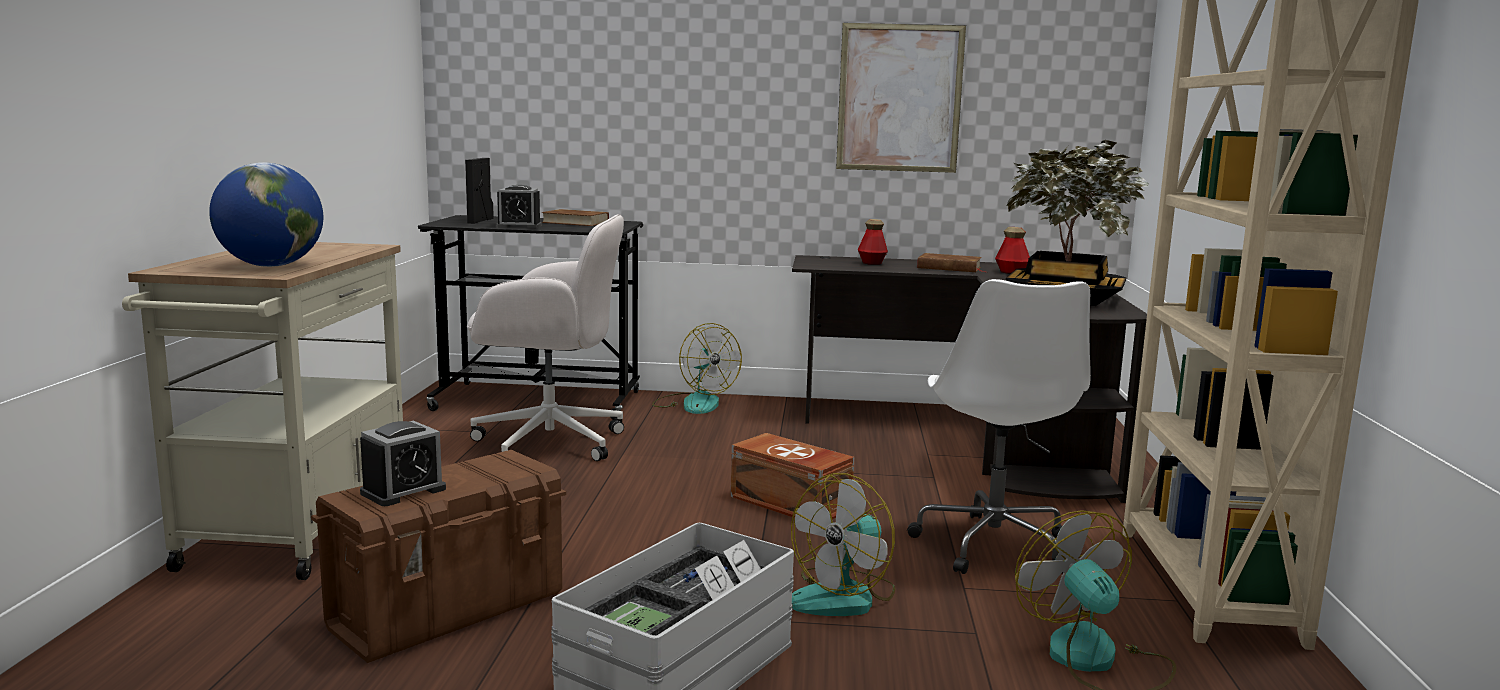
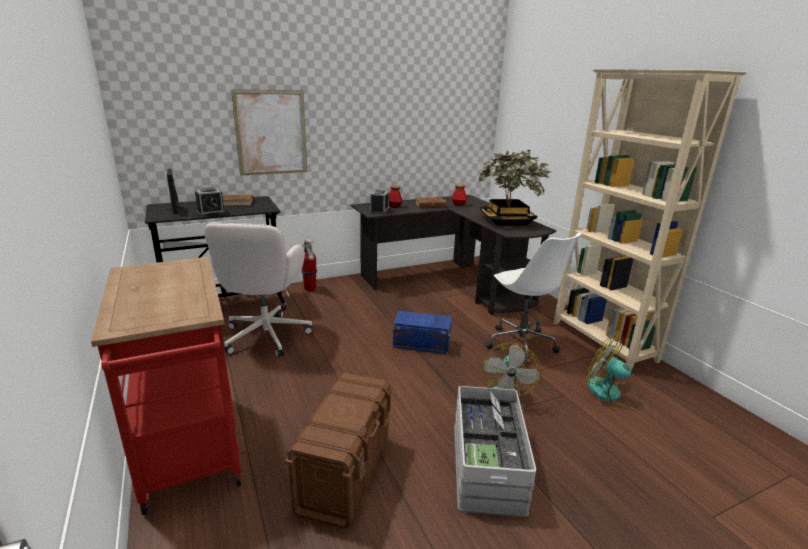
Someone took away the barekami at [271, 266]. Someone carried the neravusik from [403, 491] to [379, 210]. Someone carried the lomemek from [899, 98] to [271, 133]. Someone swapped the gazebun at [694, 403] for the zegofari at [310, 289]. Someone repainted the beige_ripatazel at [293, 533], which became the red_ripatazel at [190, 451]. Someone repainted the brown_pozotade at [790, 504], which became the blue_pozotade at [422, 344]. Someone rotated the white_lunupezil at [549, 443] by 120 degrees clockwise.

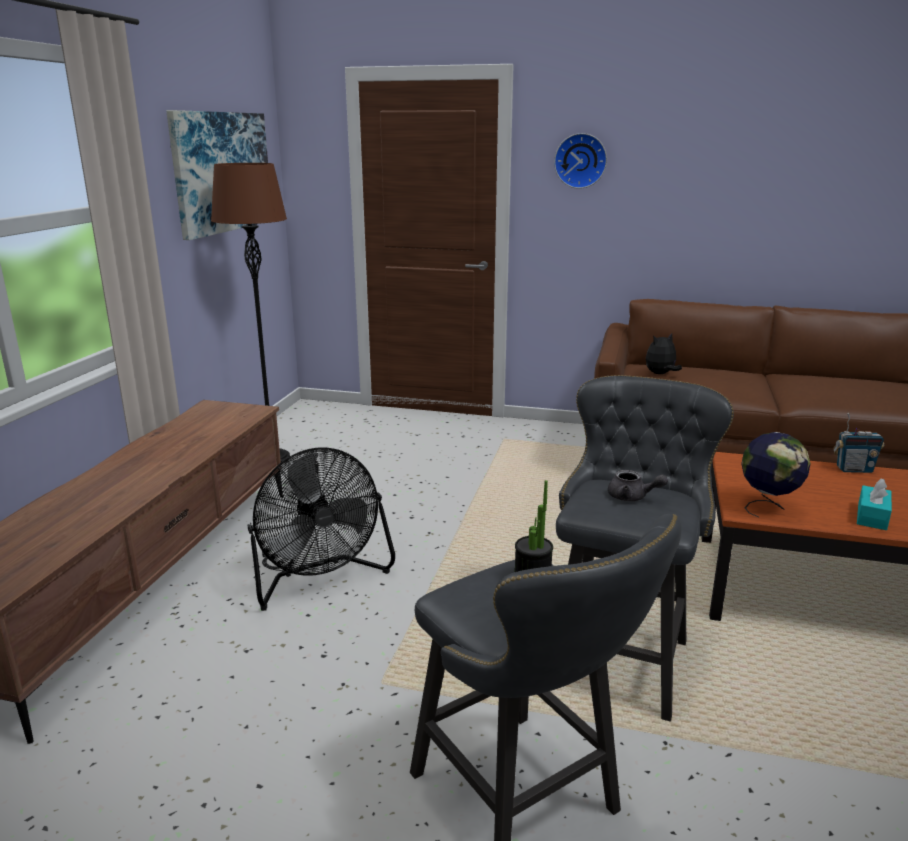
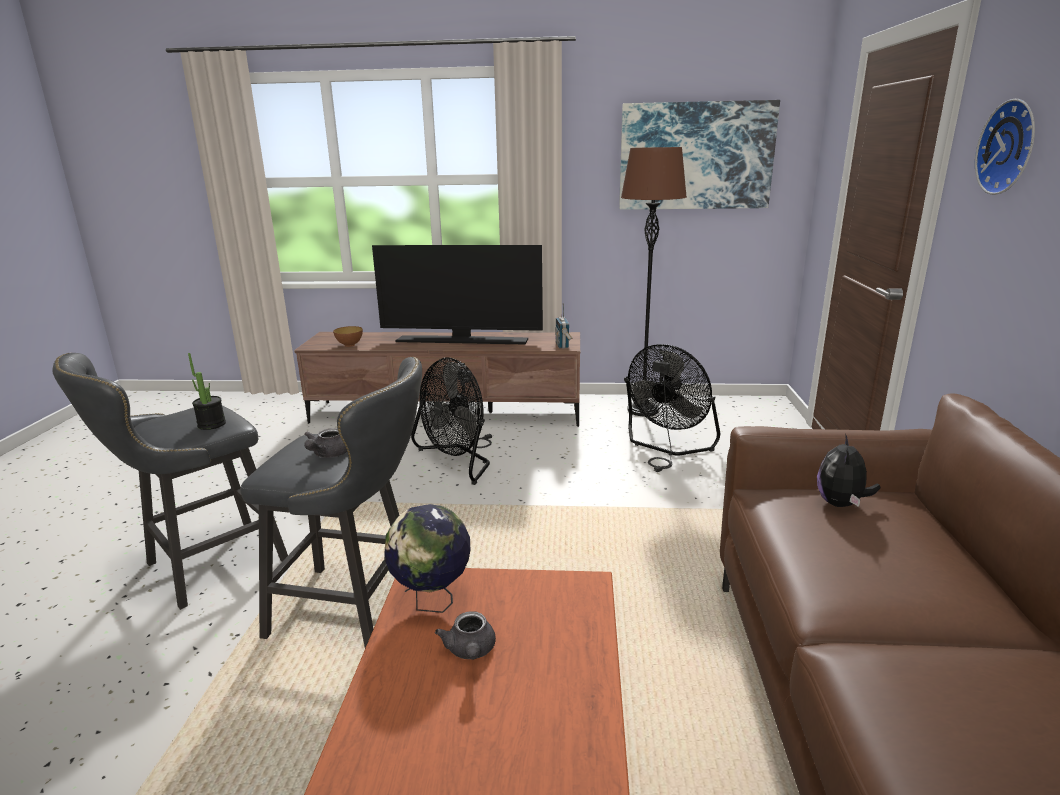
Someone took away the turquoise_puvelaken at [872, 516]. Someone put down the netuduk at [349, 345]. Someone put down the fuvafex at [463, 340]. Someone put down the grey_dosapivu at [470, 651]. Someone put down the black_gazebun at [663, 446]. Someone carried the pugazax from [854, 469] to [562, 346]. Someone rotated the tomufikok at [660, 374] by 120 degrees counterclockwise.

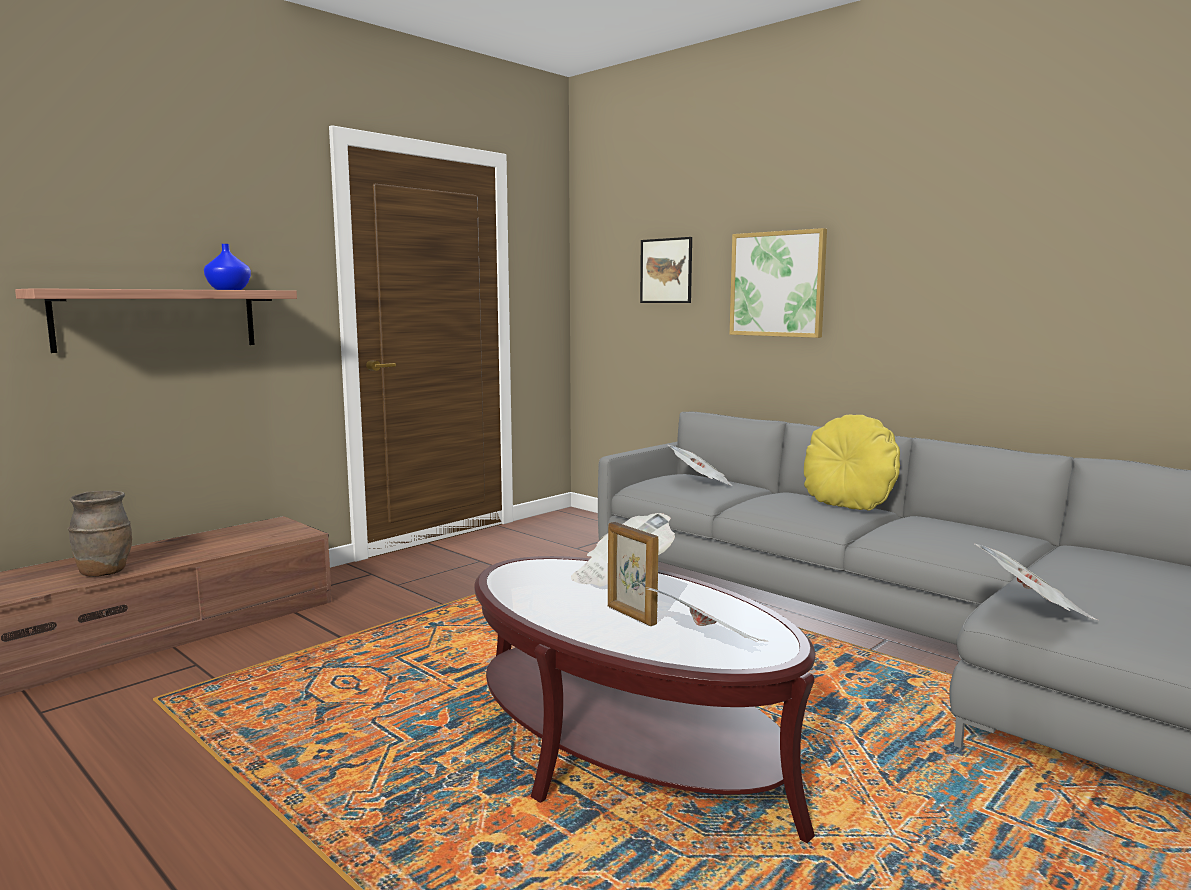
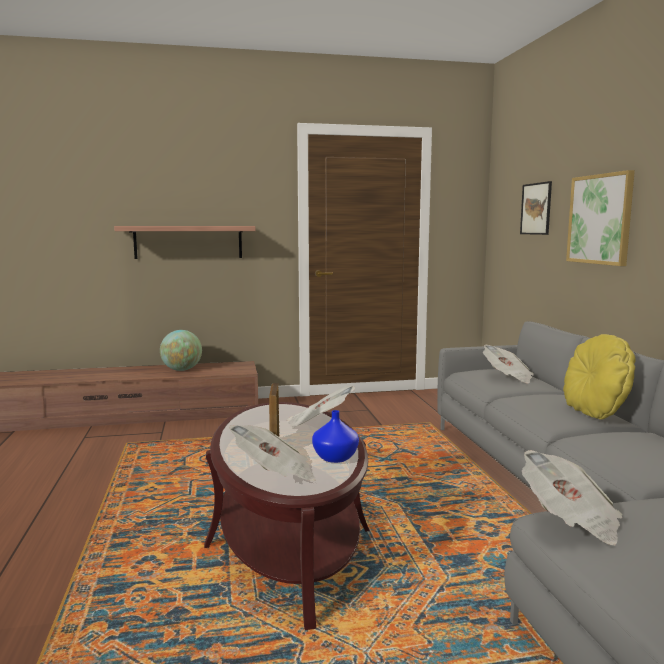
Someone took away the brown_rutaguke at [104, 572]. Someone put down the barekami at [181, 370]. Someone carried the blue_rutaguke from [228, 289] to [335, 457].

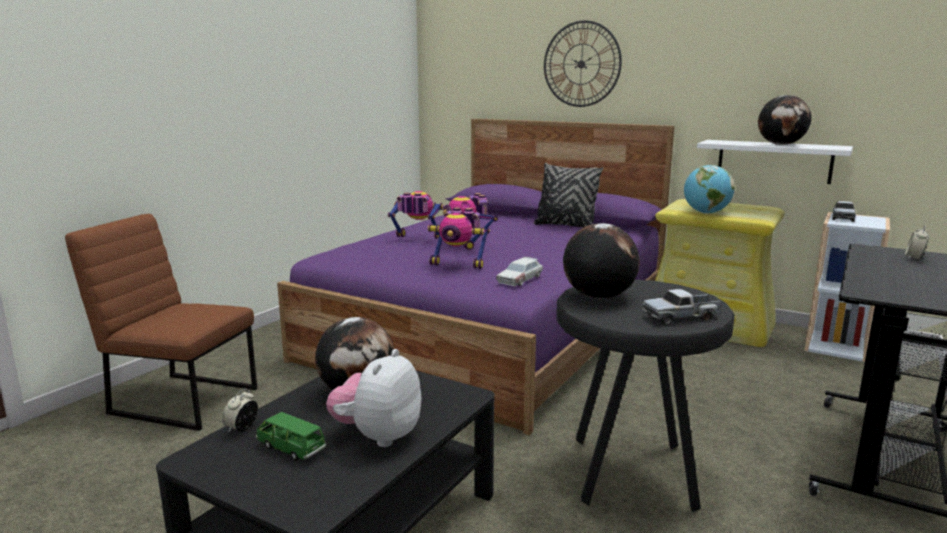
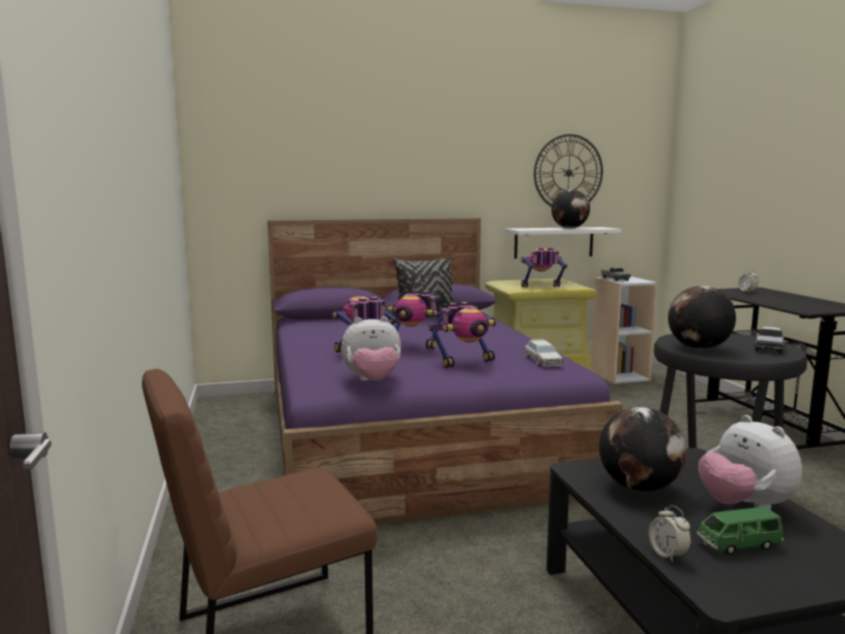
Someone put down the tomufikok at [373, 381]. Someone carried the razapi from [581, 64] to [568, 173]. Someone swapped the barekami at [706, 213] for the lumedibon at [541, 287].

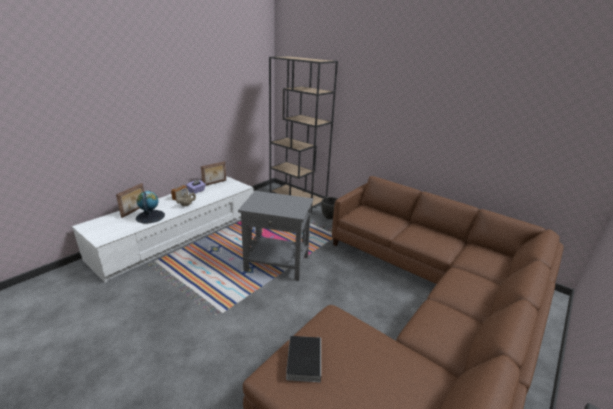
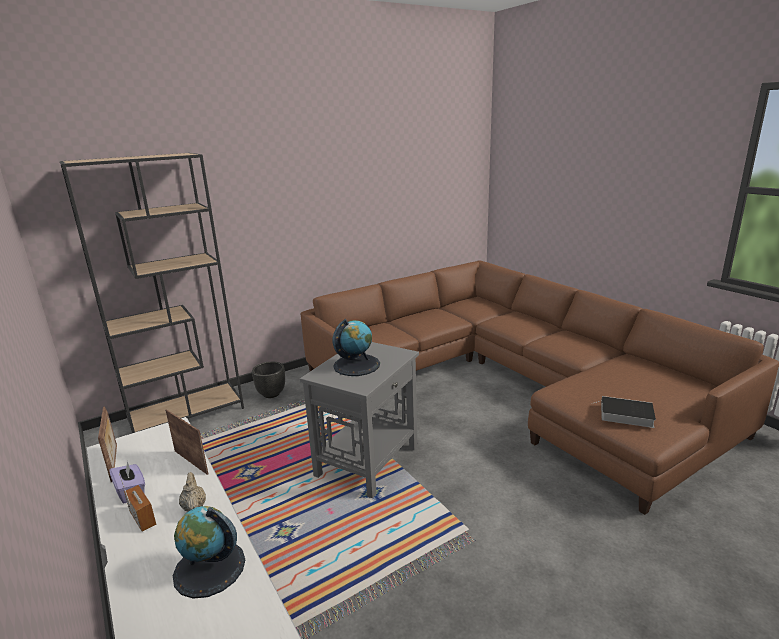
Someone put down the barekami at [356, 365]. Someone carried the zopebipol from [134, 211] to [192, 461].

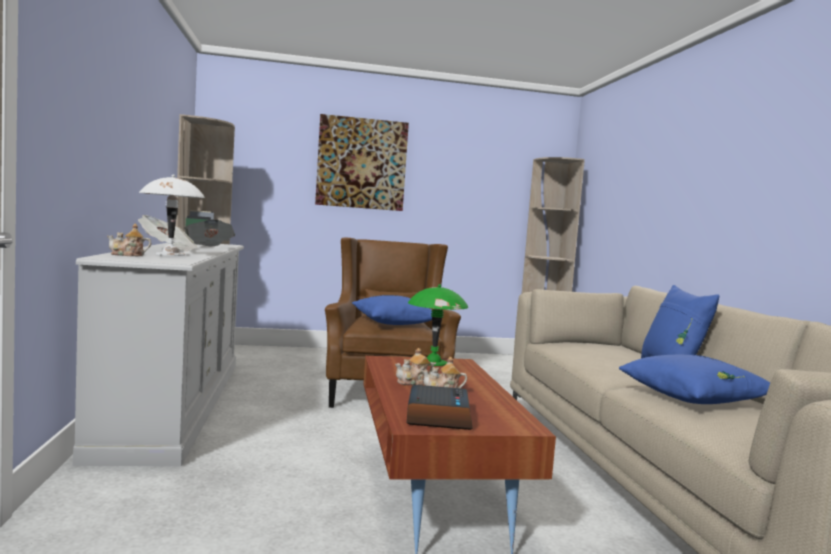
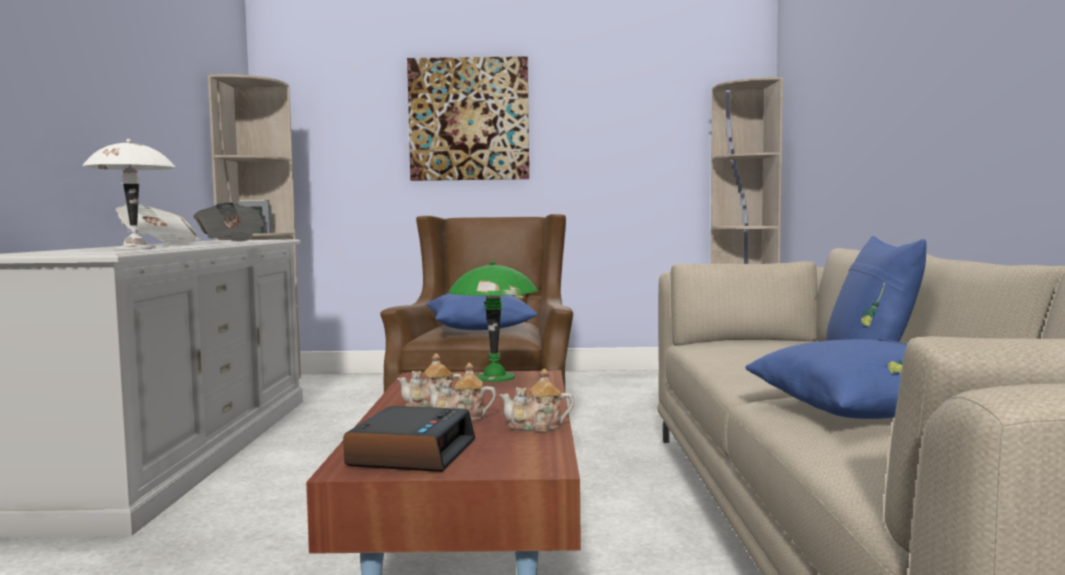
Someone carried the dosapivu from [128, 255] to [536, 427].

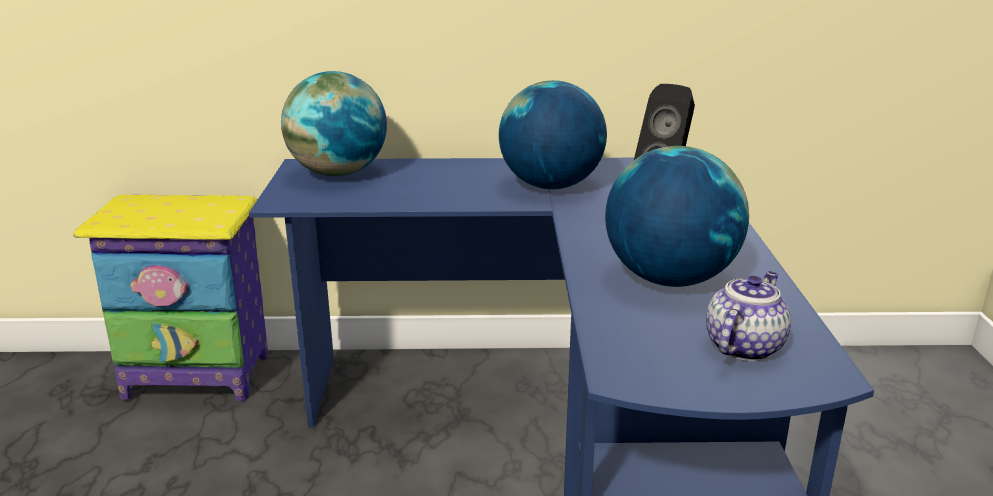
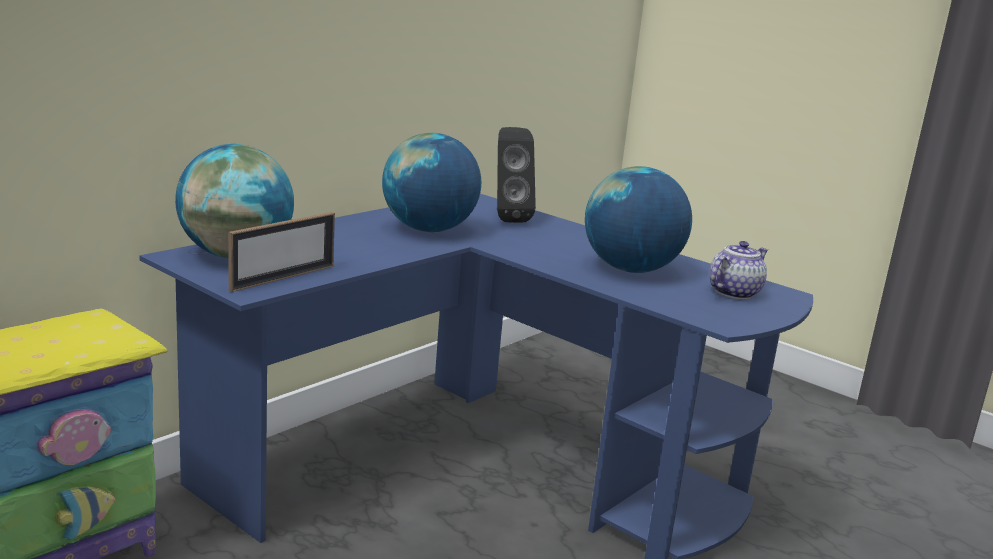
Someone put down the zopebipol at [283, 278]. Someone rotated the dosapivu at [743, 346] by 60 degrees clockwise.

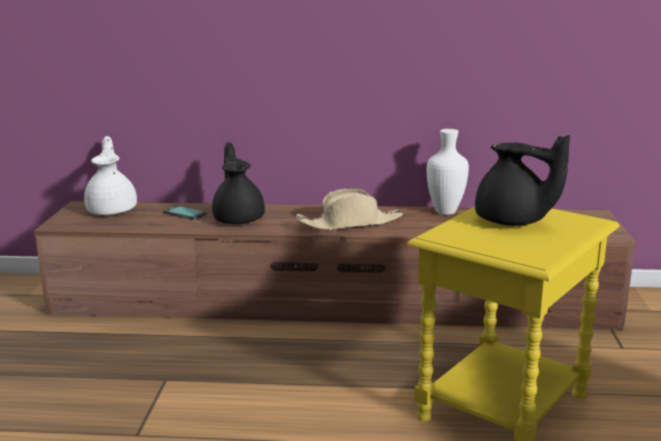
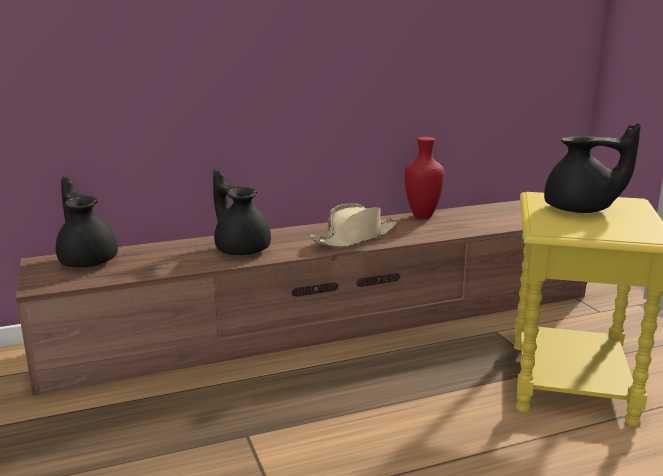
Someone took away the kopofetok at [184, 214]. Someone repainted the white_dosapivu at [113, 210], which became the black_dosapivu at [88, 260]. Someone repainted the white_rutaguke at [444, 212], which became the red_rutaguke at [421, 216].

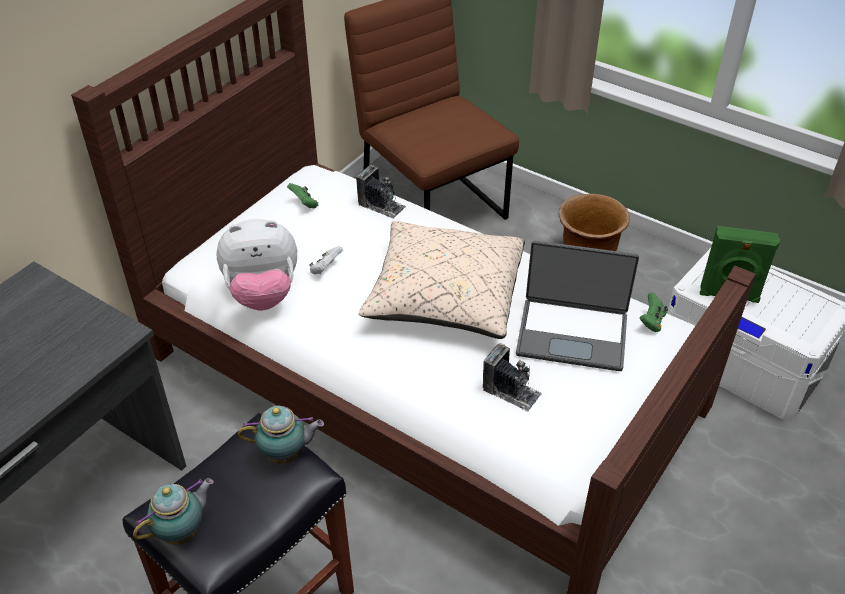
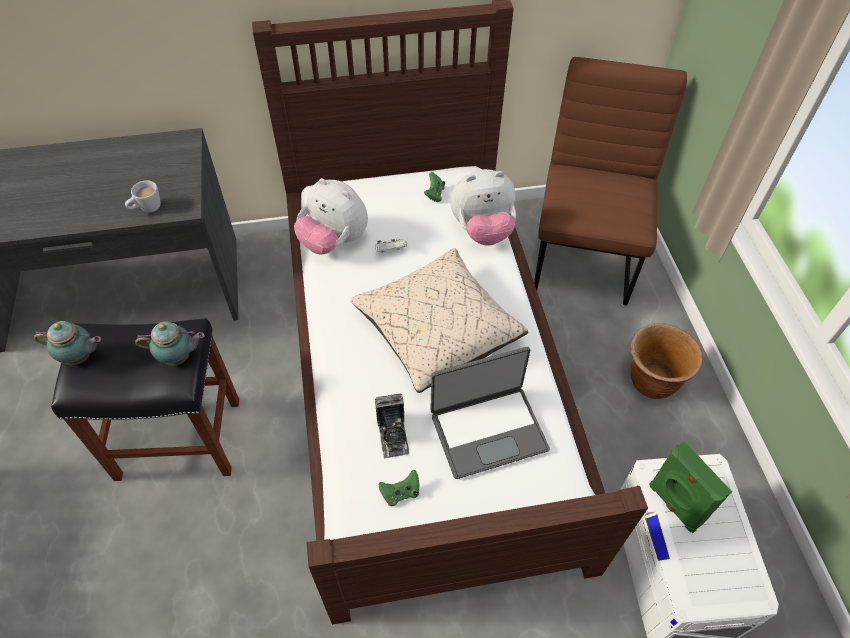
Someone put down the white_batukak at [146, 209]. Someone carried the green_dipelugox from [652, 321] to [400, 493]. Someone swapped the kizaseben at [381, 205] for the tomufikok at [482, 230]. Someone rotated the dosapivu at [286, 454] by 45 degrees counterclockwise. Someone rotated the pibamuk at [572, 333] by 75 degrees counterclockwise.

